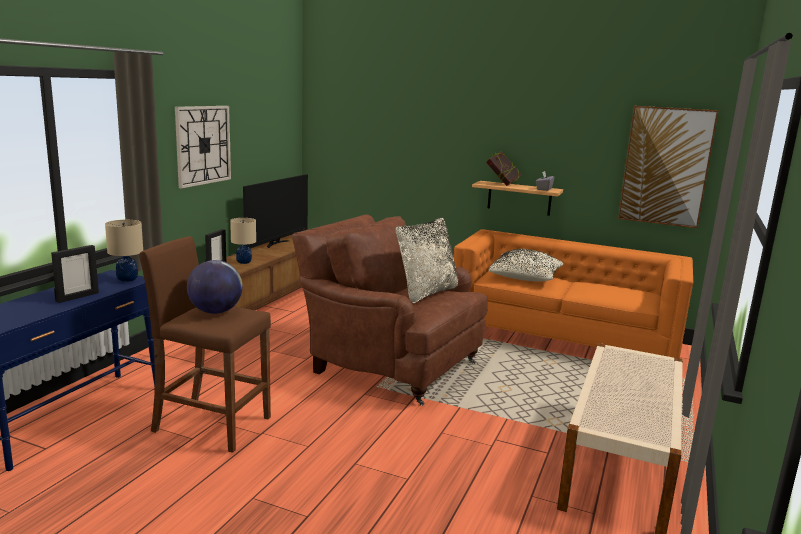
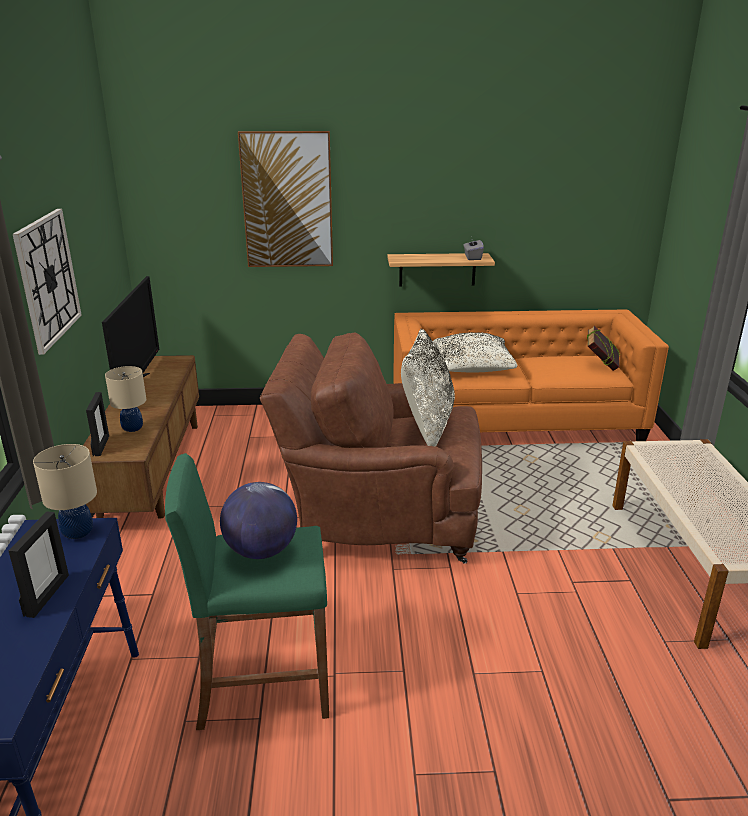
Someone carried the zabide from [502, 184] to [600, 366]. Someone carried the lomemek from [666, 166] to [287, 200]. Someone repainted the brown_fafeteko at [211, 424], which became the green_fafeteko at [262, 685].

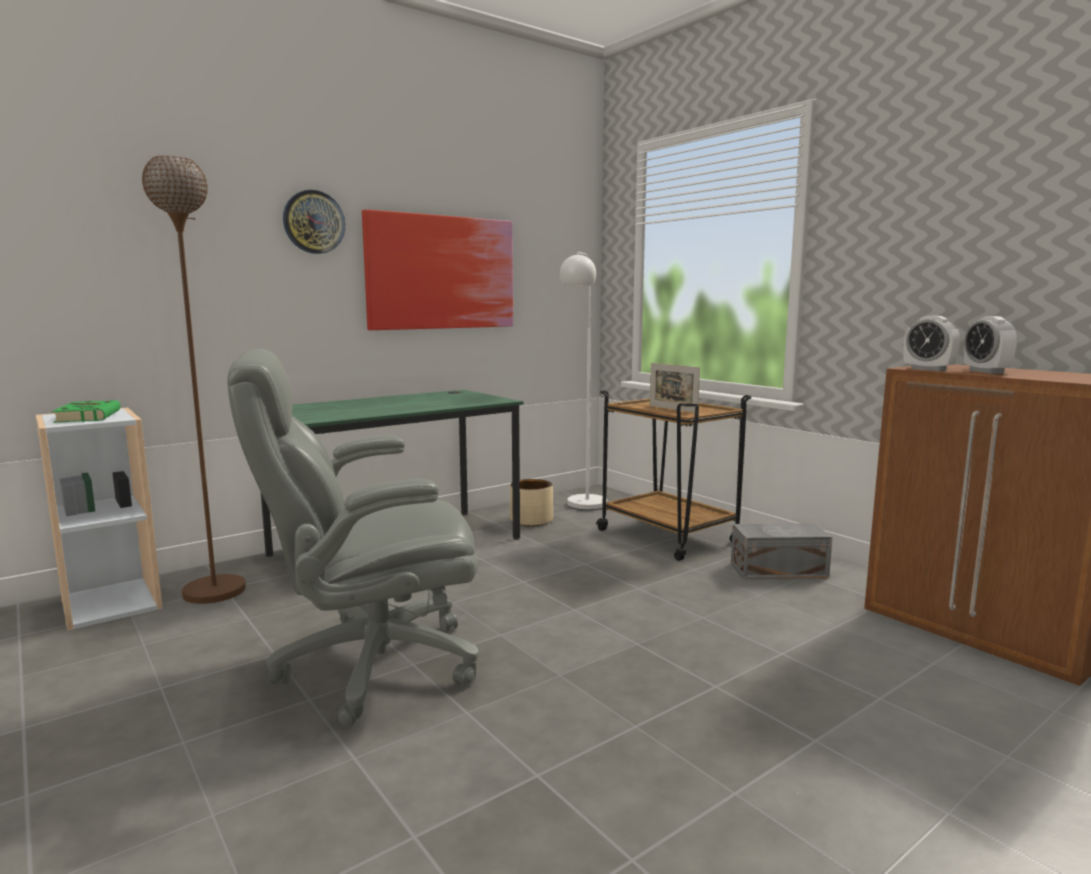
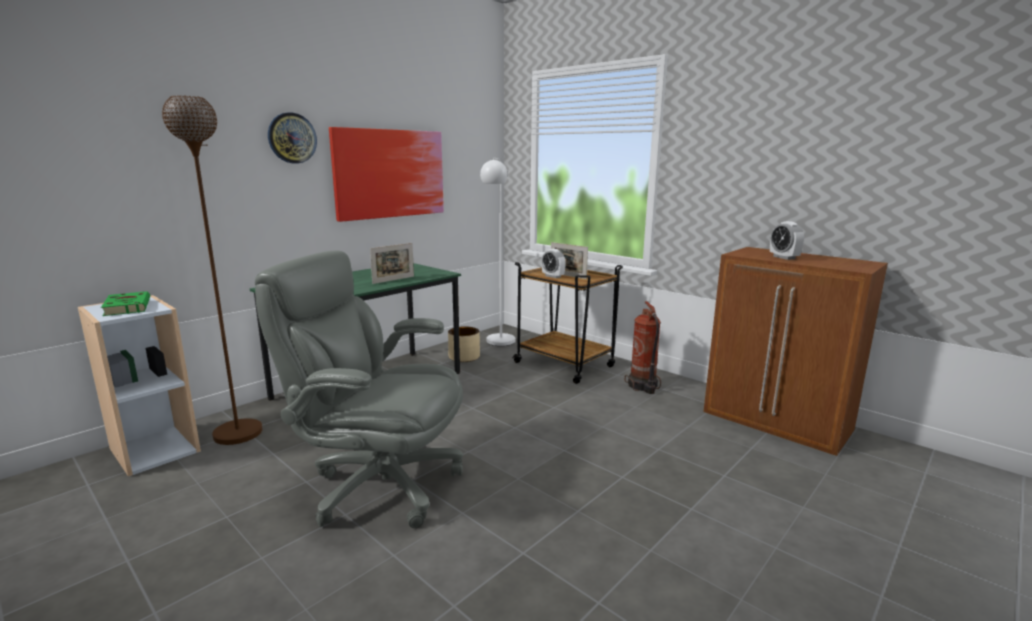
Someone put down the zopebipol at [393, 280]. Someone carried the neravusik from [928, 369] to [553, 276]. Someone swapped the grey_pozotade at [776, 570] for the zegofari at [642, 386]. Someone rotated the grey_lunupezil at [368, 666] by 45 degrees clockwise.

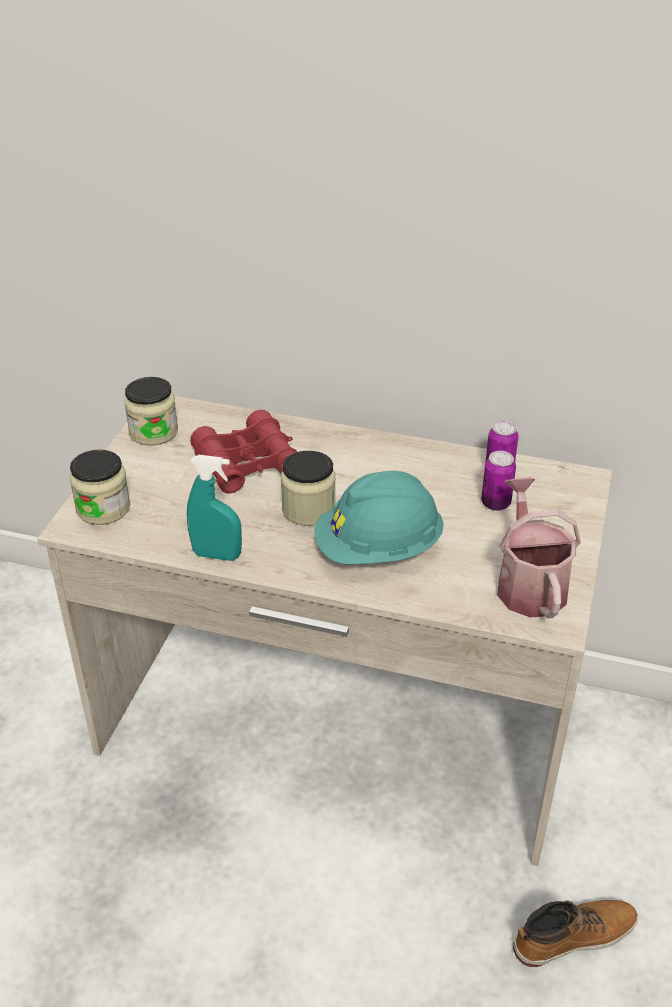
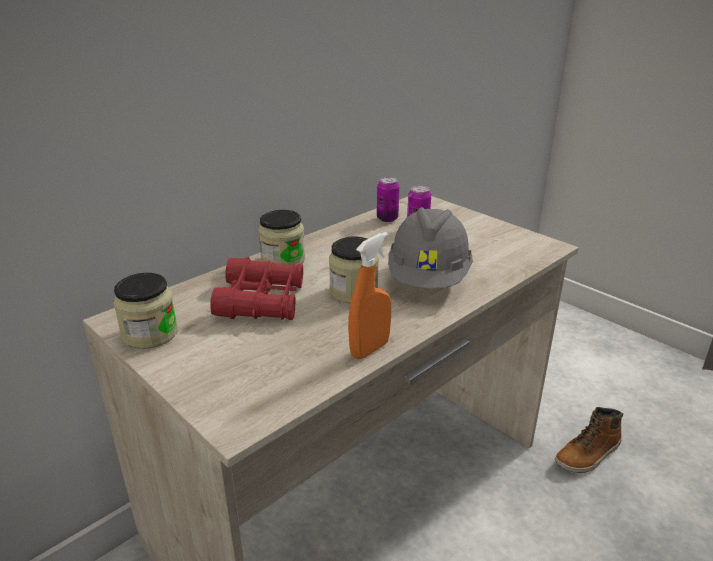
Someone took away the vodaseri at [529, 583]. Someone carried the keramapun from [103, 508] to [283, 260]. Someone repainted the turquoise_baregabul at [217, 555], which became the orange_baregabul at [369, 349]. Someone repainted the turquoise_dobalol at [378, 550], which became the grey_dobalol at [429, 279]. Someone rotated the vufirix at [573, 936] by 135 degrees counterclockwise.

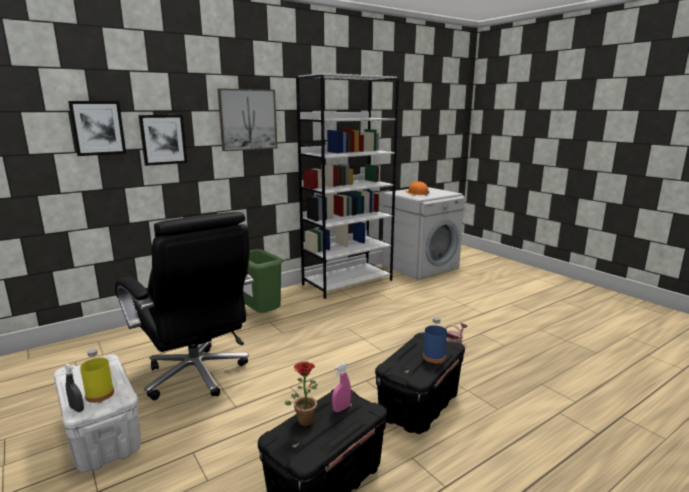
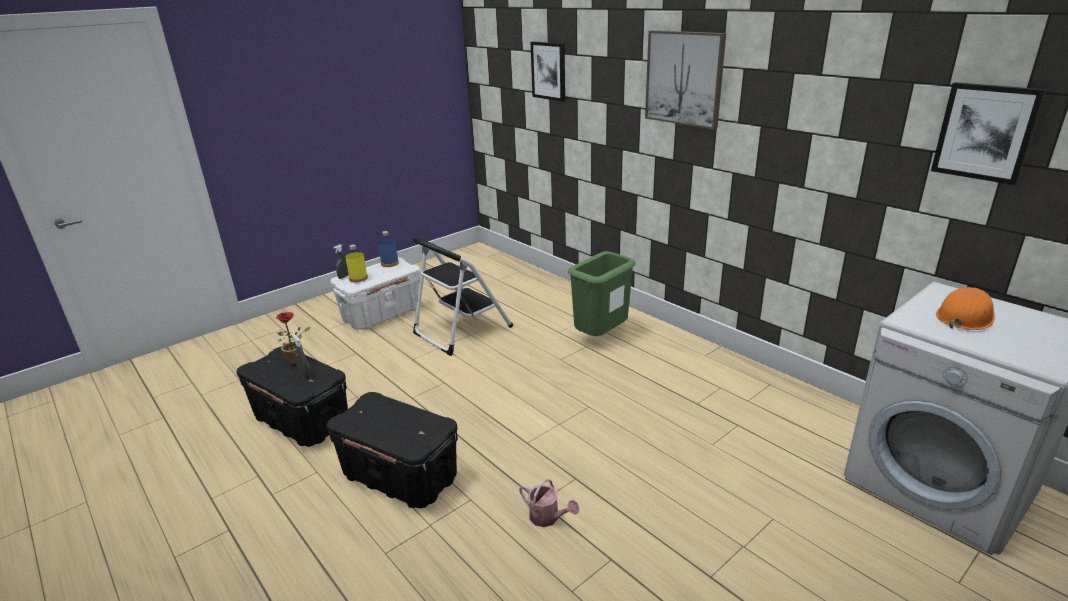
Someone took away the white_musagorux at [347, 282]. Someone carried the lomemek from [163, 139] to [985, 132]. Someone carried the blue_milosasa from [434, 357] to [389, 263]. Someone swapped the black_lunupezil at [198, 378] for the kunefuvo at [460, 331]. Someone repainted the pink_baregabul at [341, 408], which became the grey_baregabul at [305, 376].

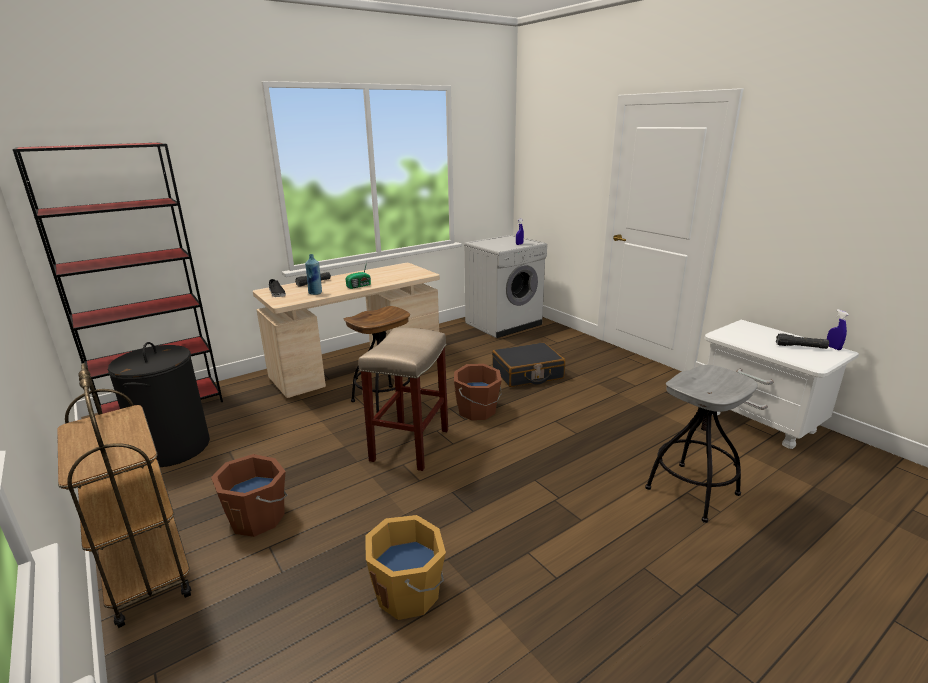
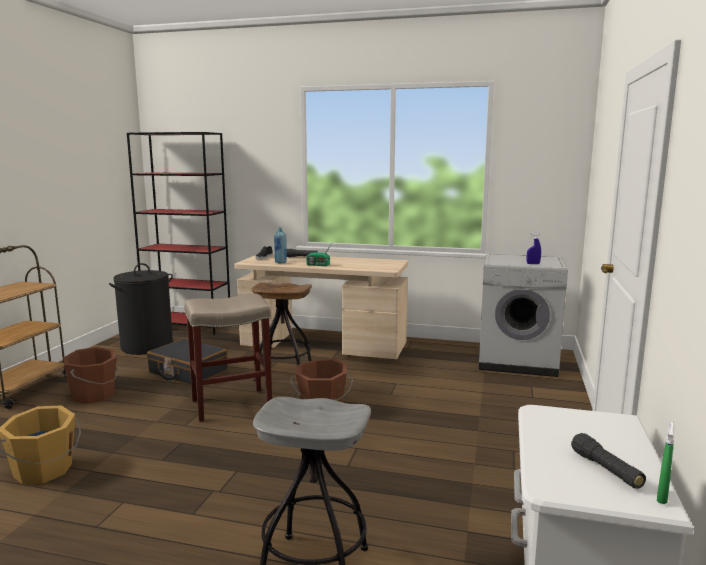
Someone carried the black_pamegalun from [527, 374] to [188, 372]. Someone repainted the blue_baregabul at [833, 347], which became the green_baregabul at [662, 497].

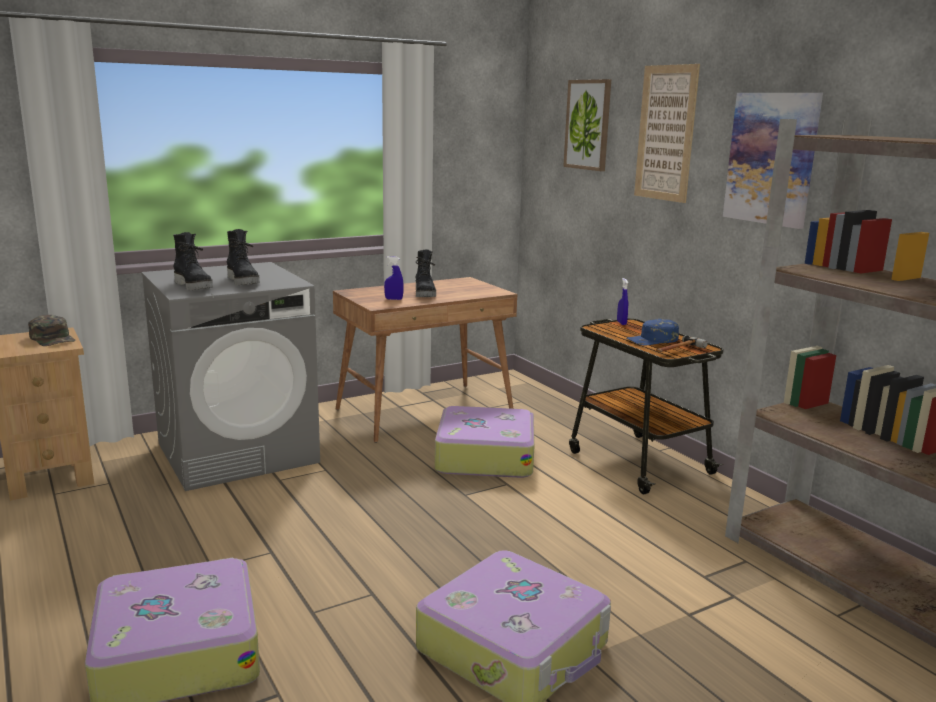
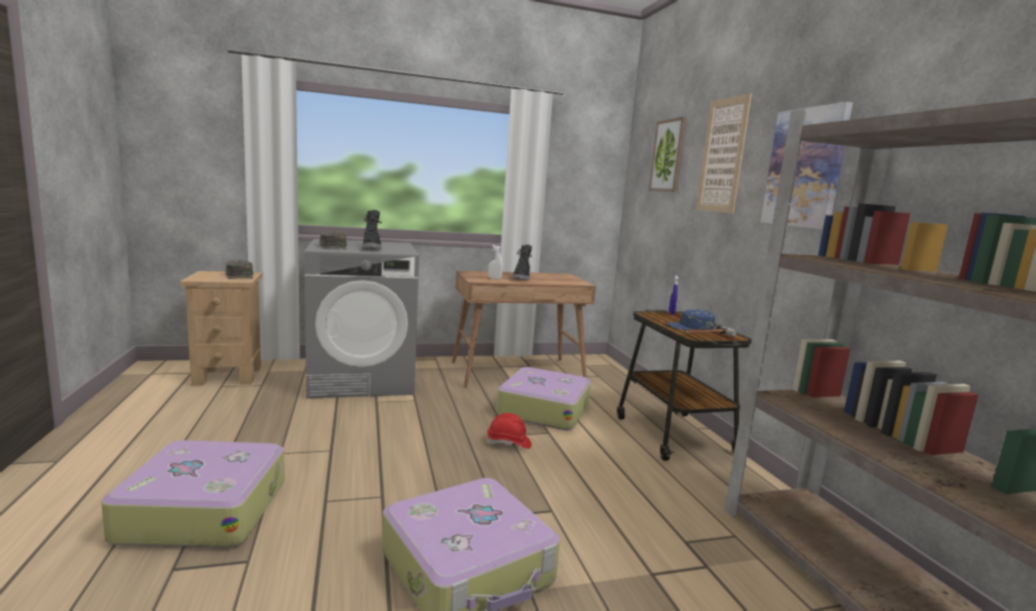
Someone put down the red_dobalol at [508, 443]. Someone swapped the black_vufirix at [194, 286] for the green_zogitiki at [334, 247]. Someone repainted the blue_baregabul at [393, 299], which became the white_baregabul at [494, 278].

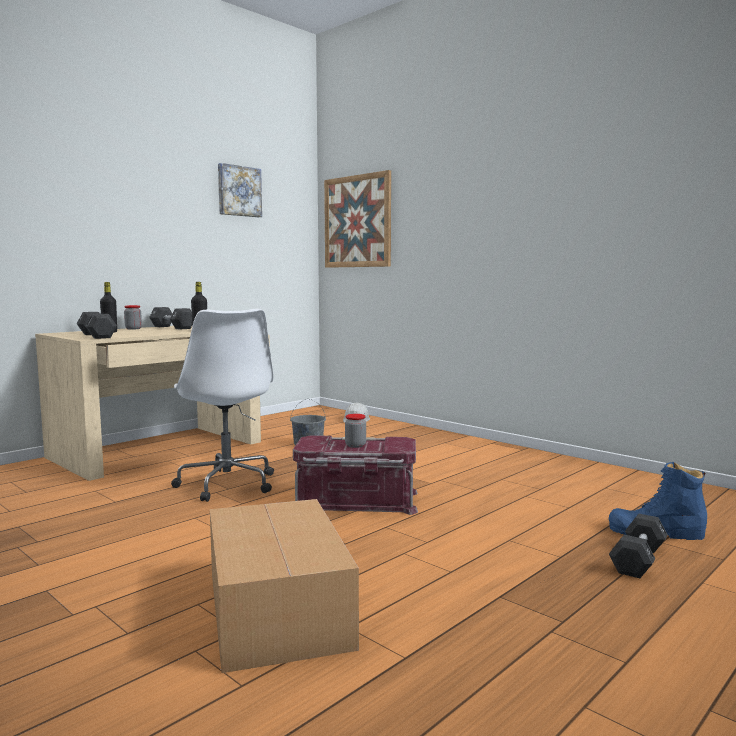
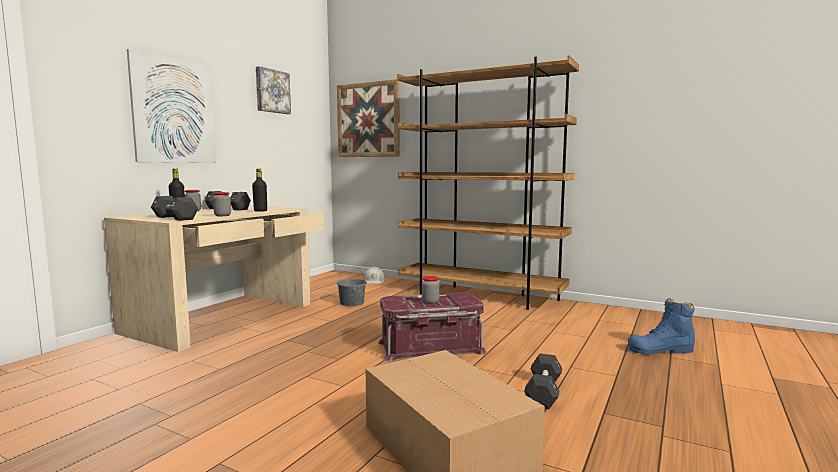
Someone took away the white_lunupezil at [227, 485]. Someone put up the lomemek at [174, 111]. Someone put down the keramapun at [222, 215]. Someone put down the brown_musagorux at [480, 296]. Someone carried the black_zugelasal from [638, 560] to [543, 392].

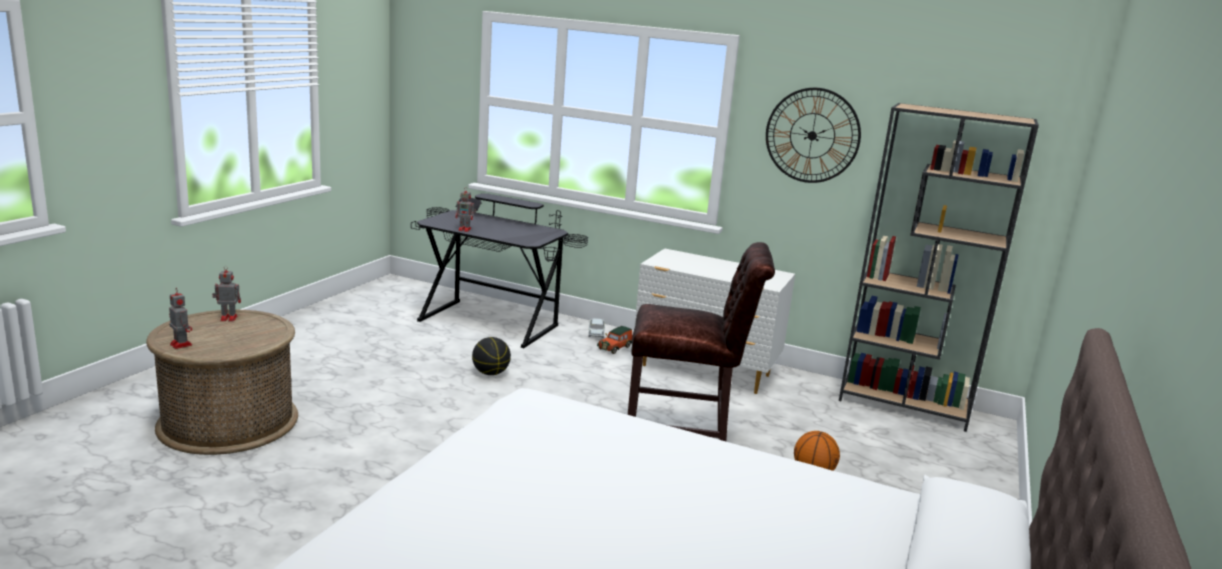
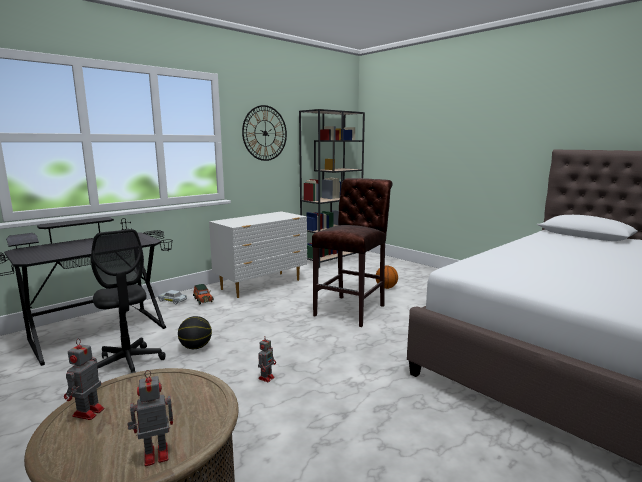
Someone put down the black_lunupezil at [128, 364]. Someone carried the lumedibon from [465, 229] to [267, 377].

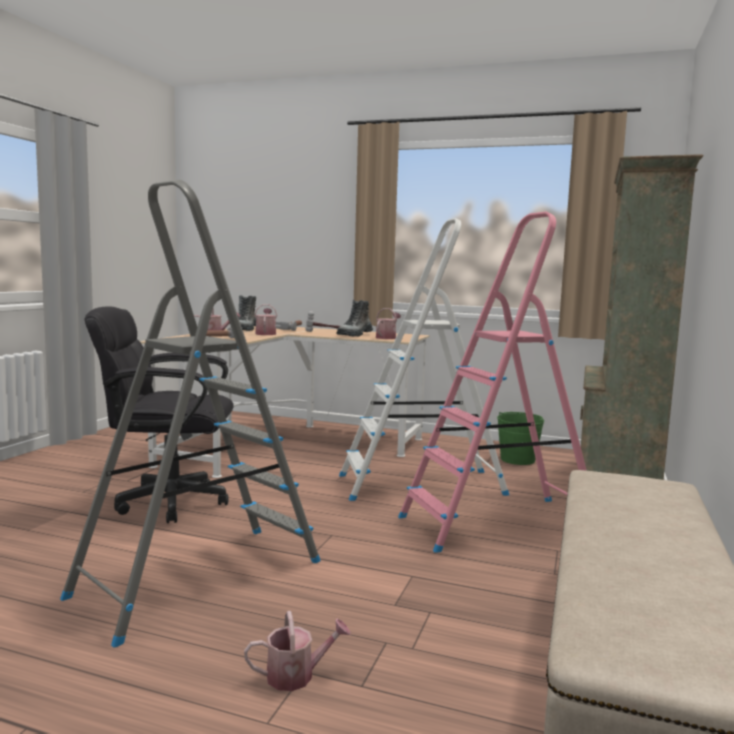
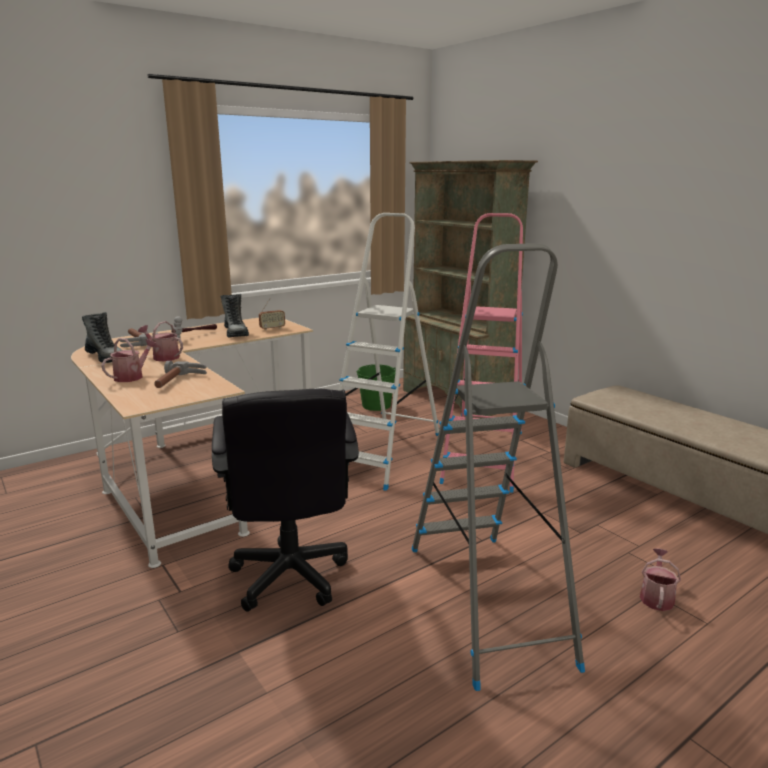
Someone swapped the vodaseri at [387, 337] for the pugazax at [272, 328]. Someone rotated the black_lunupezil at [166, 504] by 45 degrees counterclockwise.

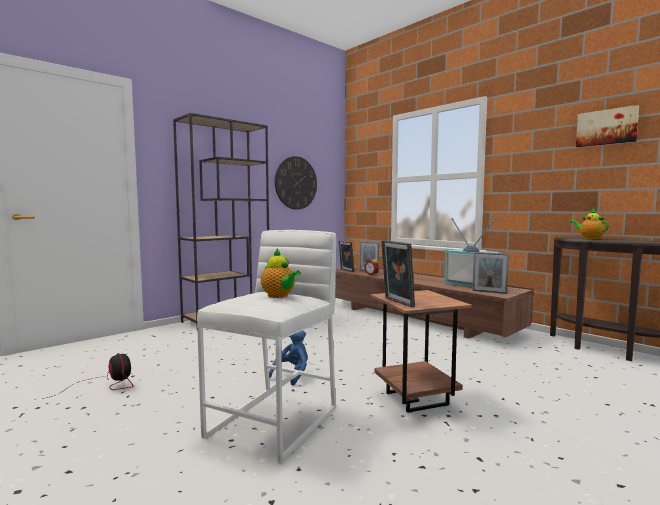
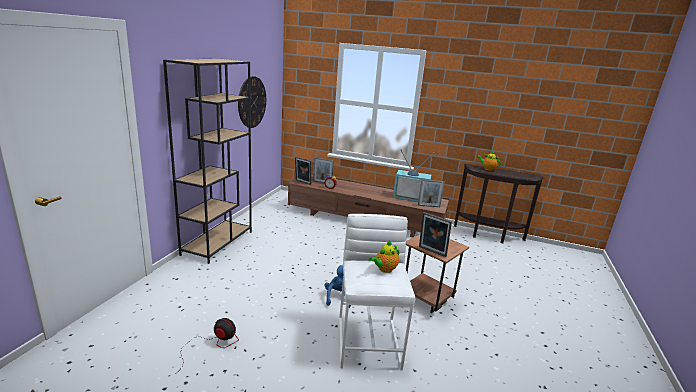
Someone took away the lomemek at [606, 127]. Someone rotated the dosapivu at [279, 296] by 120 degrees clockwise.

